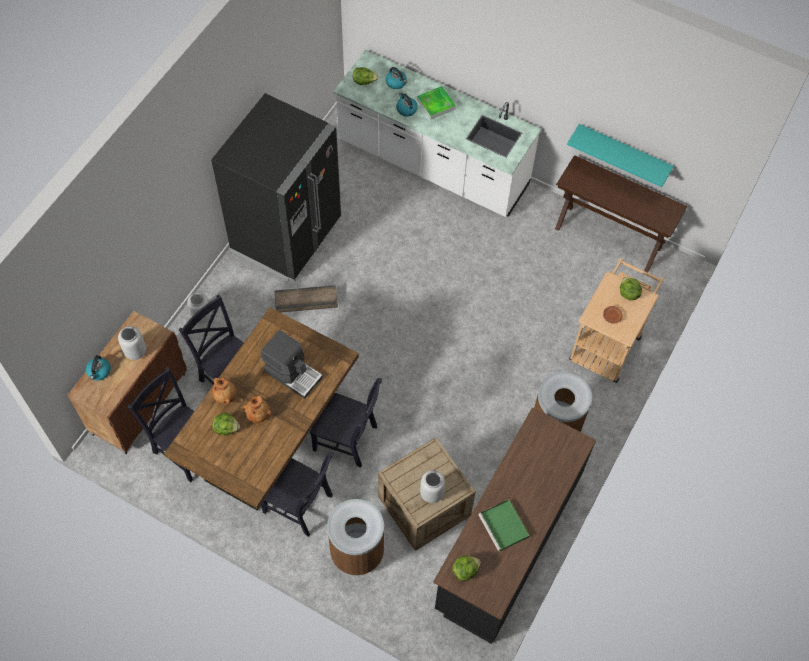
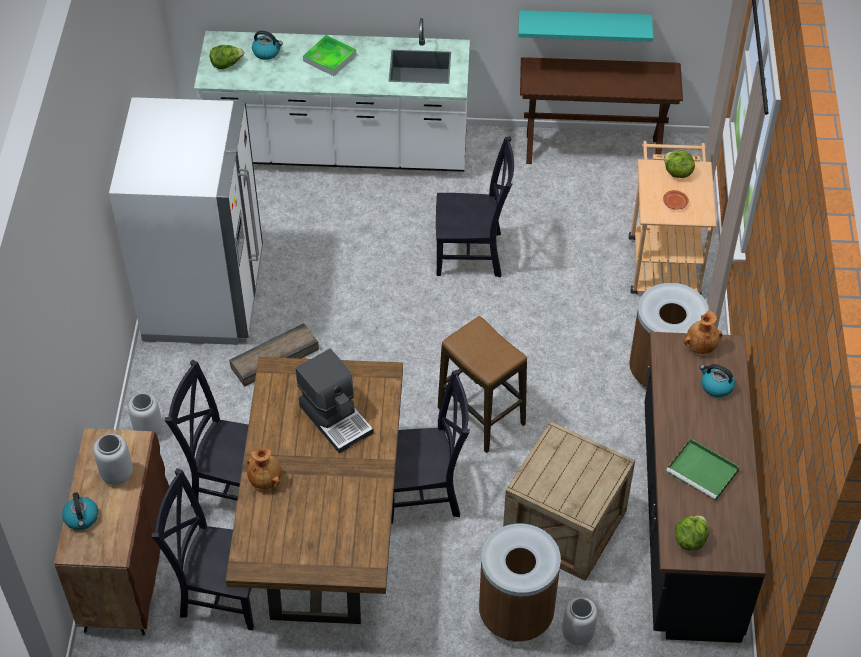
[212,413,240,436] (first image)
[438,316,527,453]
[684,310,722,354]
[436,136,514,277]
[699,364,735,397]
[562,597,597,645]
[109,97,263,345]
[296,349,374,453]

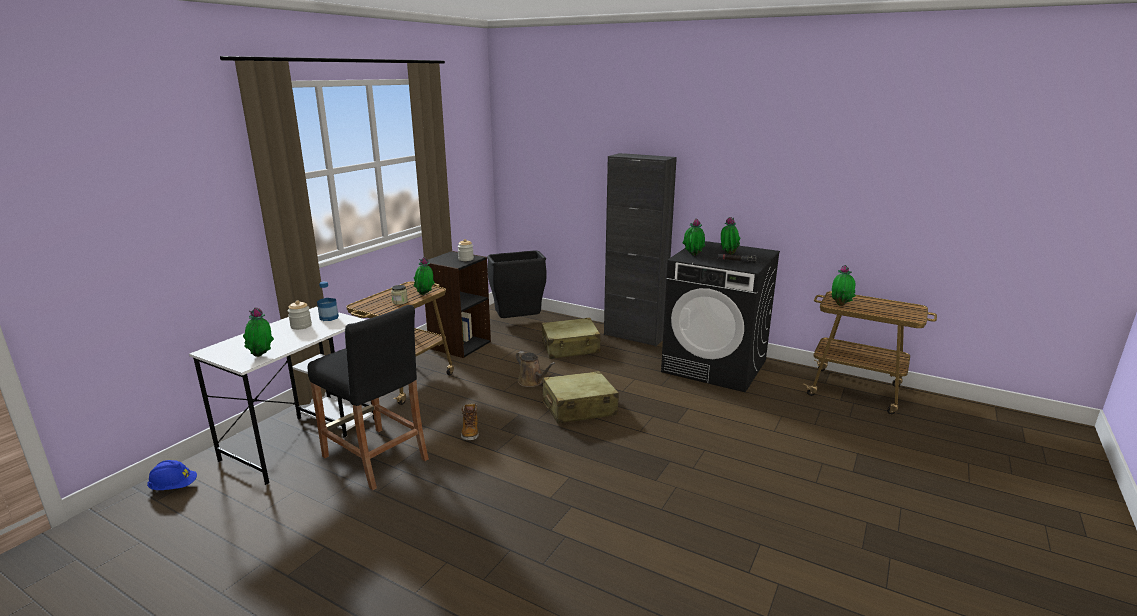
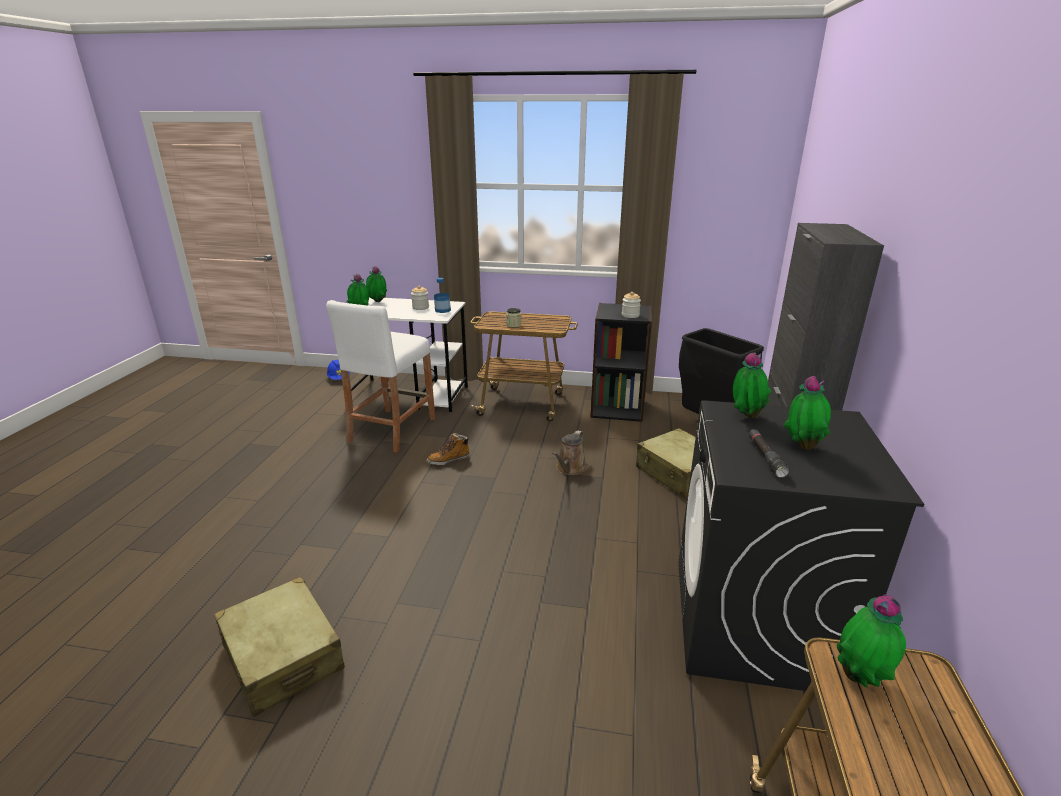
[366,266,387,302]
[214,576,345,717]
[326,300,435,453]

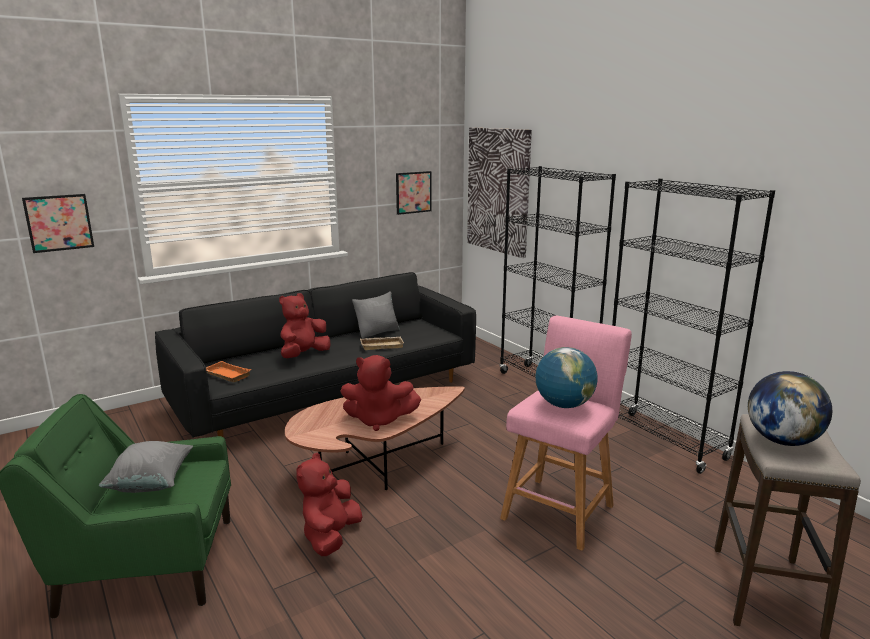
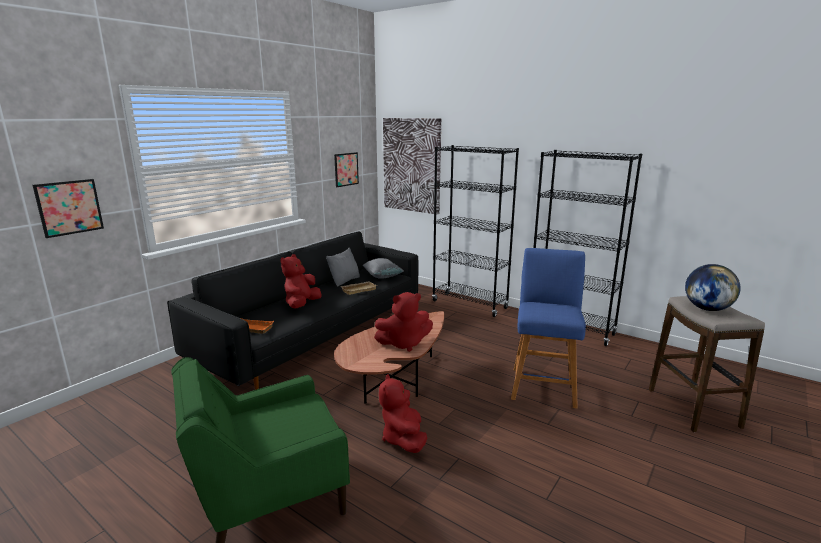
[536,347,598,408] (first image)
[362,258,404,279]
[511,248,586,409]

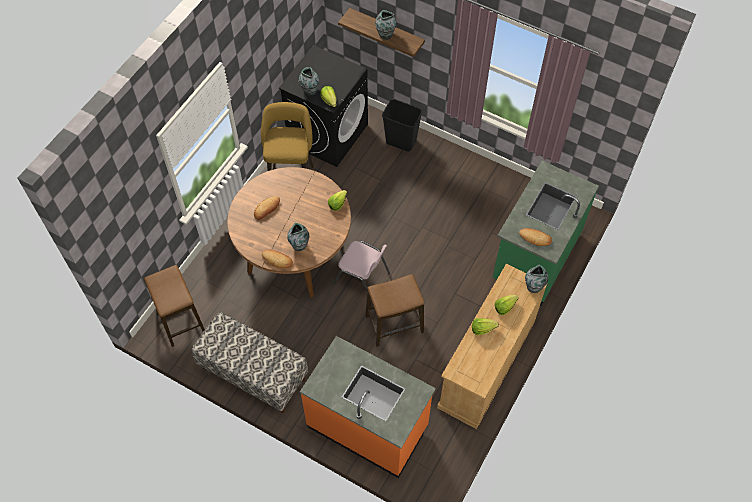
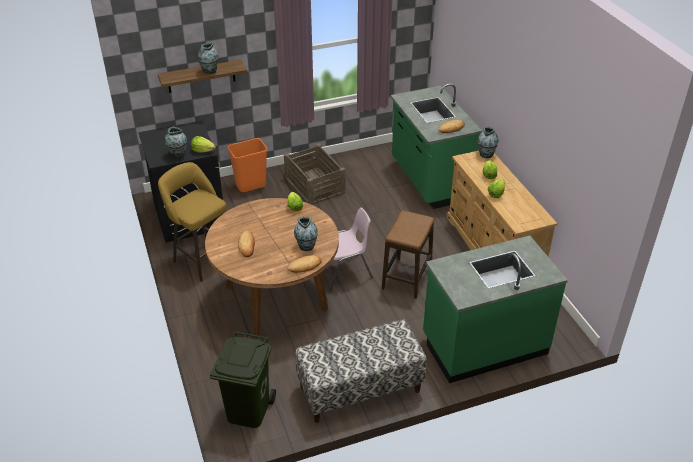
[284,143,346,205]
[210,331,276,428]
[423,235,568,383]
[228,138,267,192]

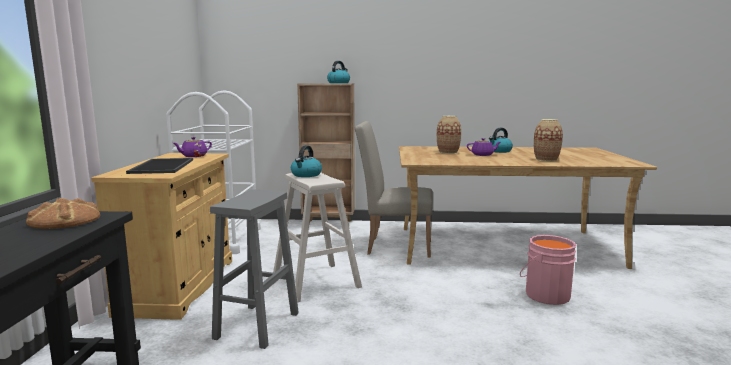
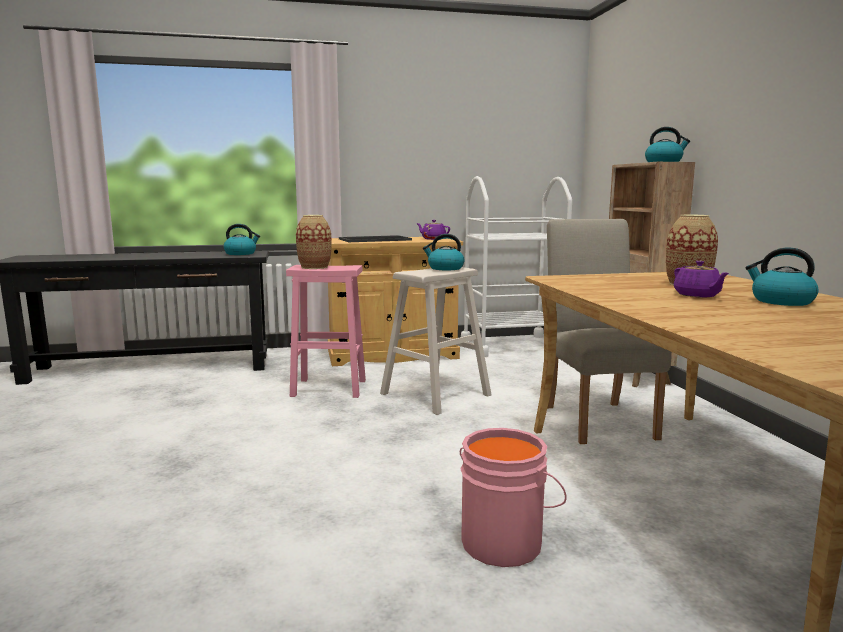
[296,215,332,269]
[223,224,260,255]
[286,265,366,398]

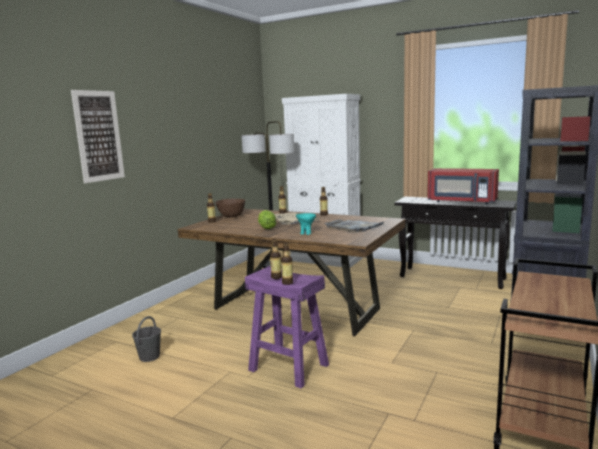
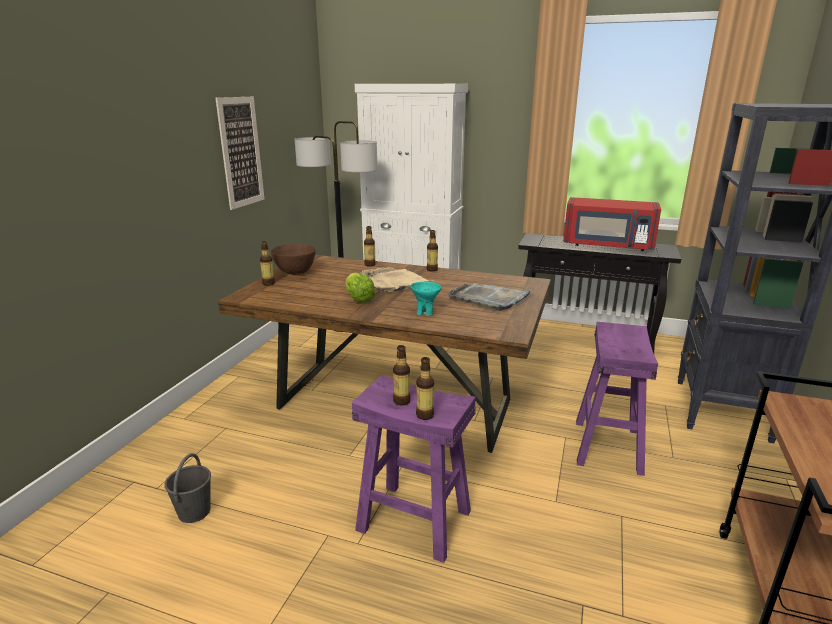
[576,322,658,476]
[215,97,265,210]

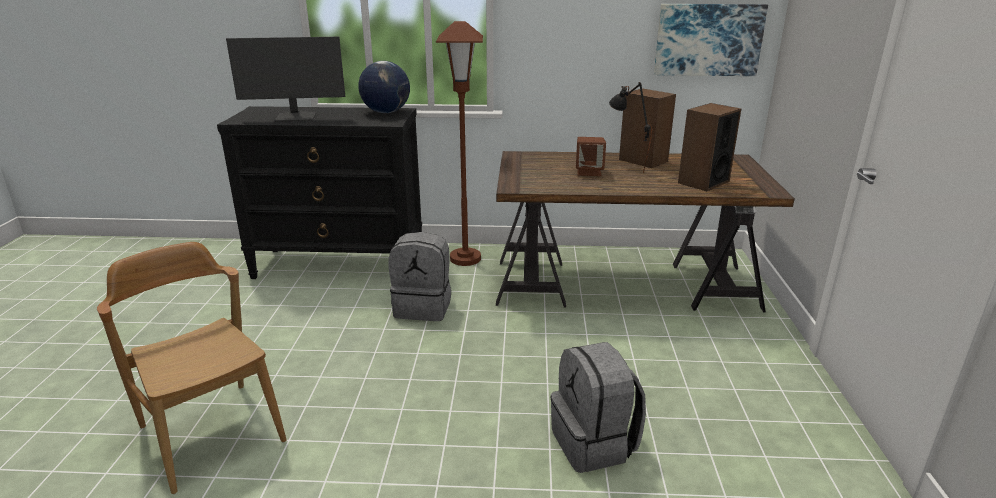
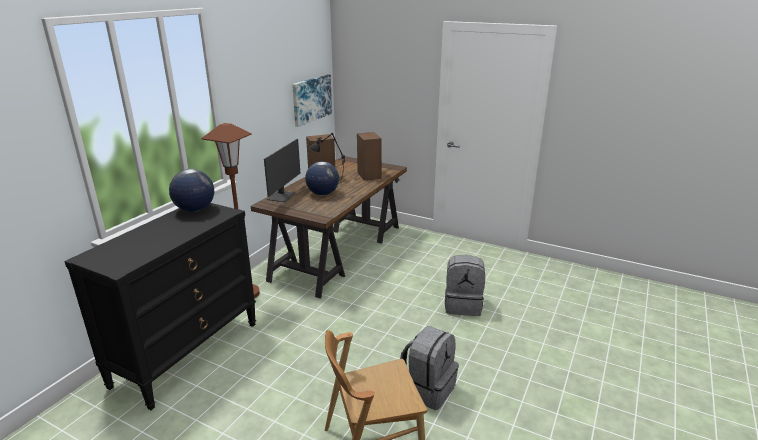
[264,139,300,202]
[400,326,459,410]
[305,161,339,195]

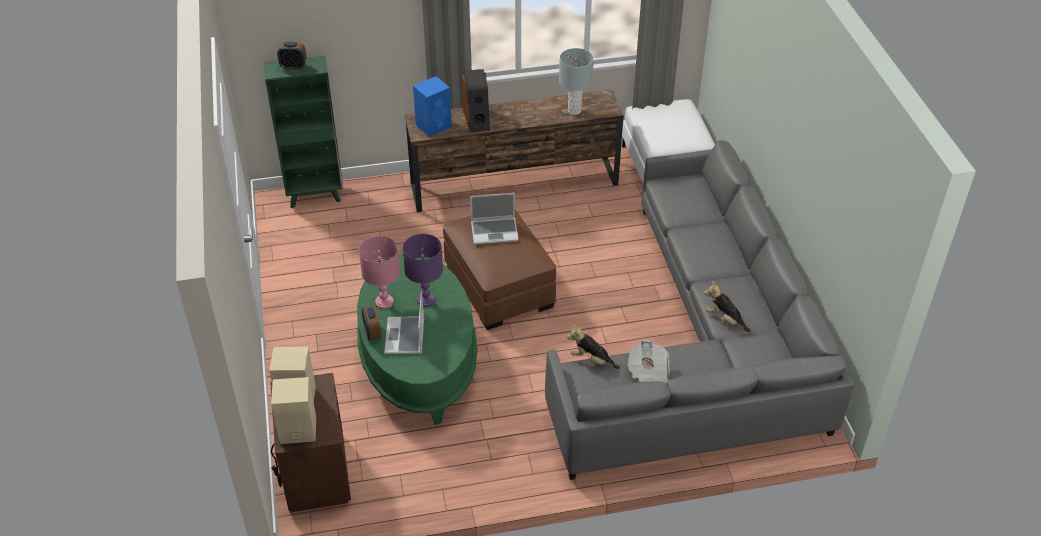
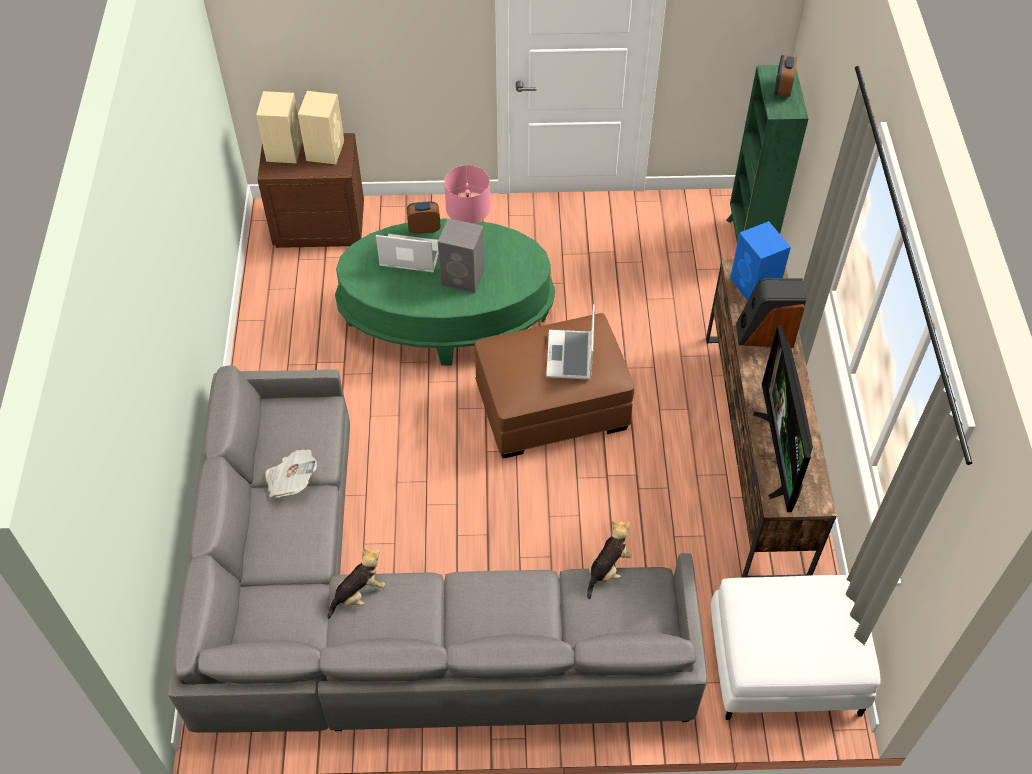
[587,521,632,599]
[438,218,485,293]
[753,325,813,512]

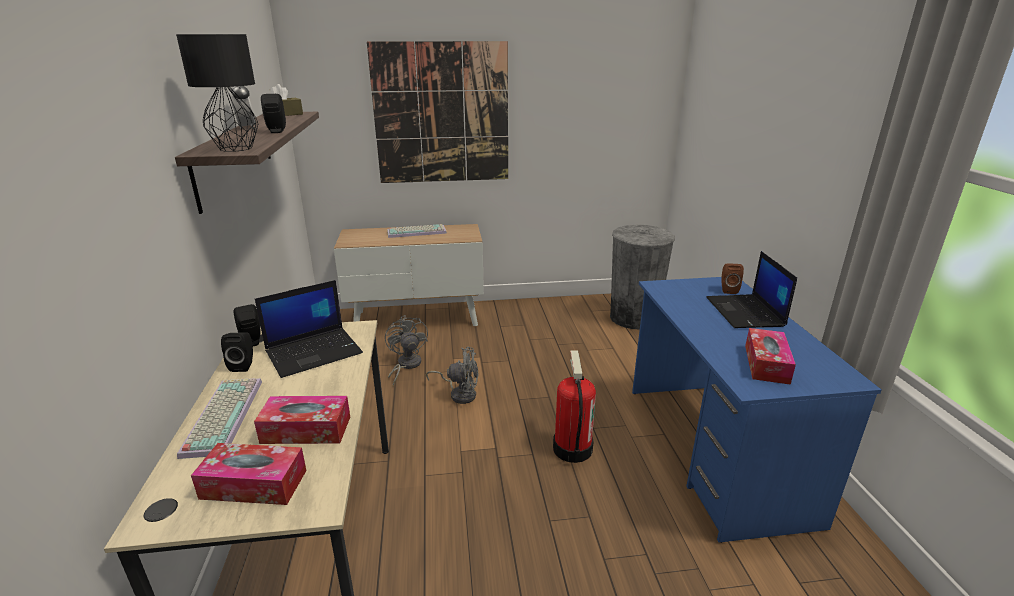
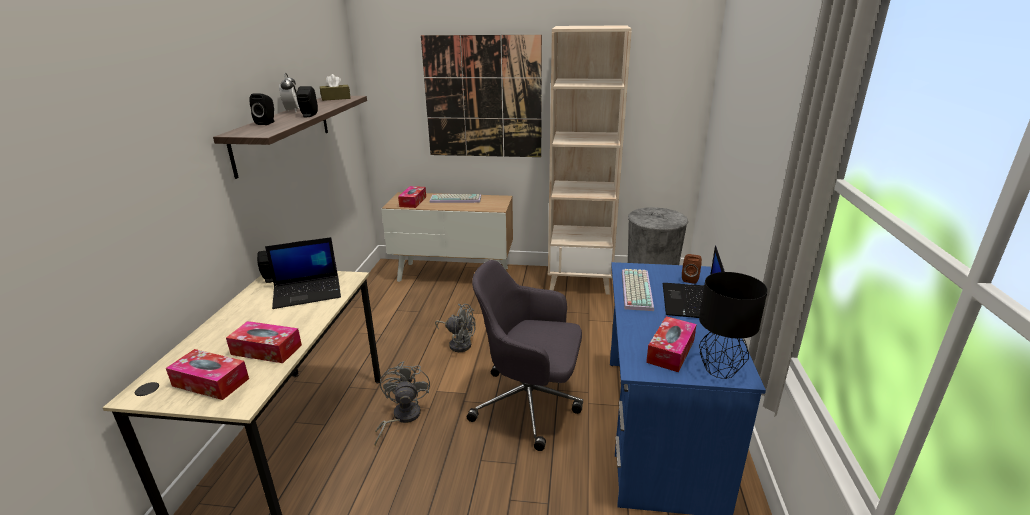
[398,186,426,208]
[548,25,632,295]
[699,272,768,379]
[622,269,654,311]
[249,93,274,125]
[374,361,430,446]
[467,260,583,451]

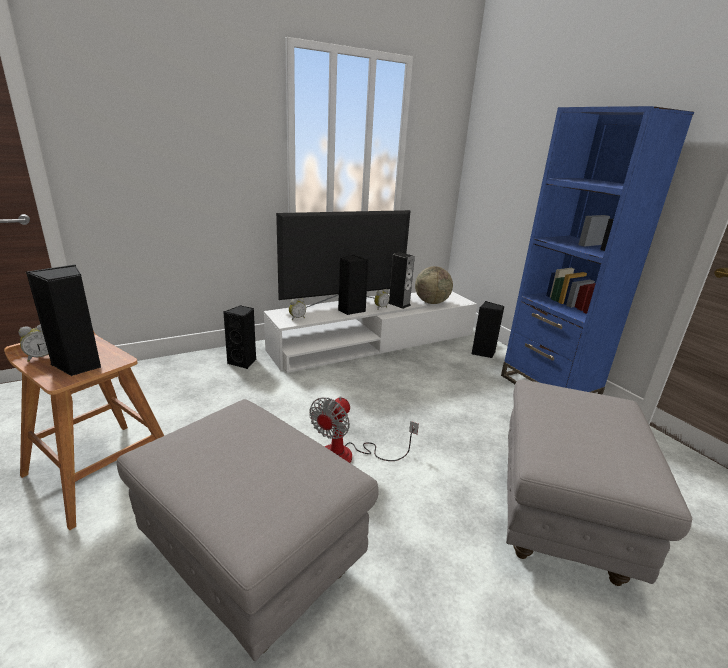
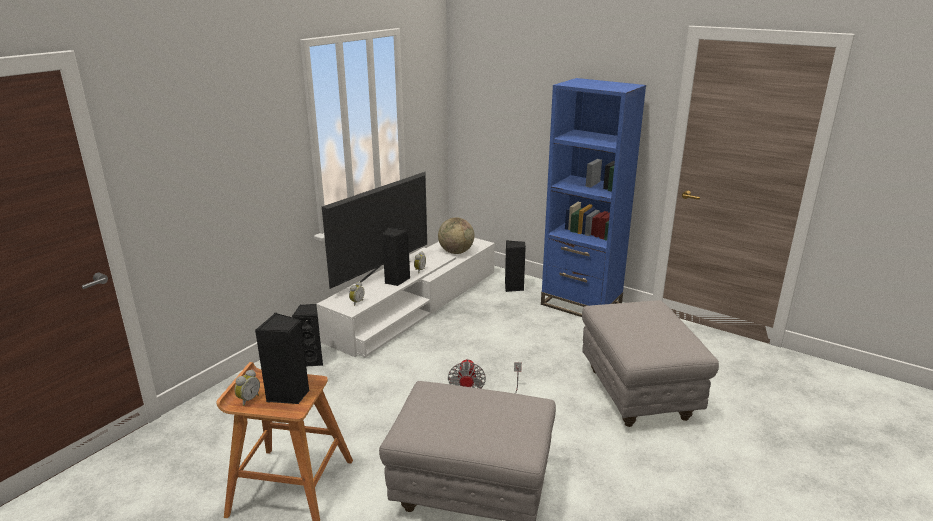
[388,252,415,309] (first image)

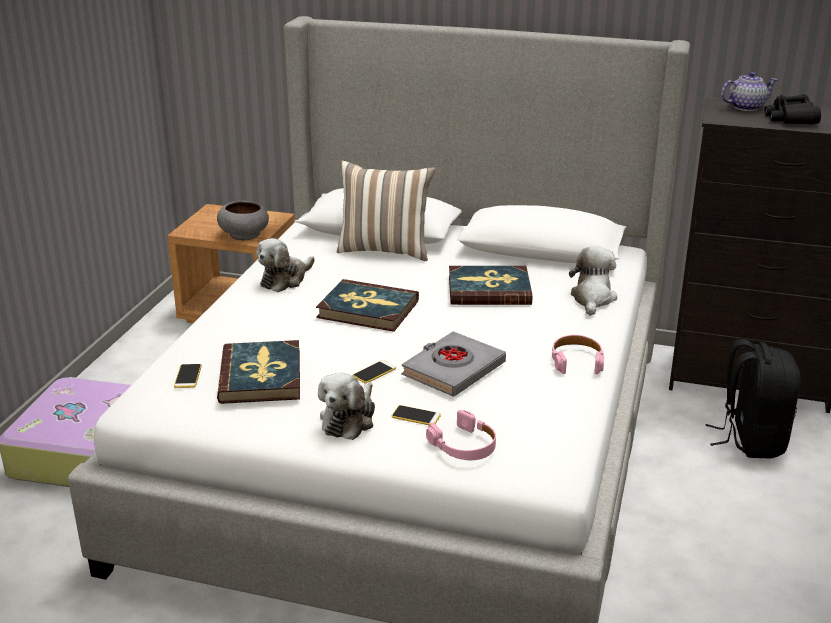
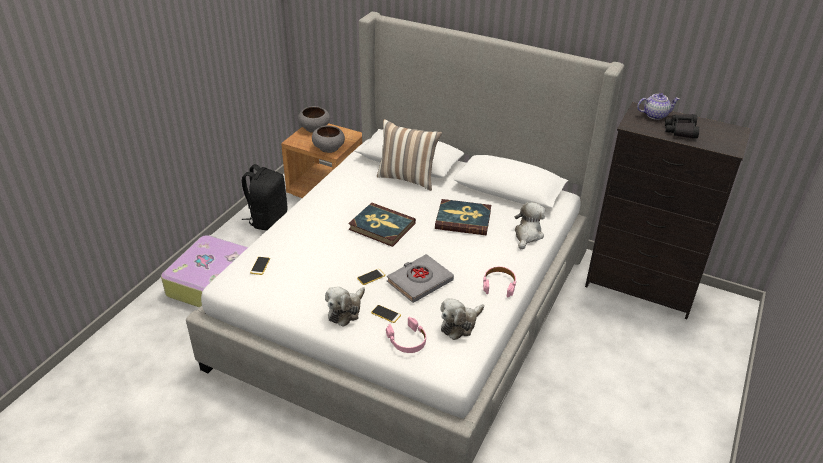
[217,340,300,404] (first image)
[298,106,330,133]
[440,298,484,340]
[242,164,287,231]

